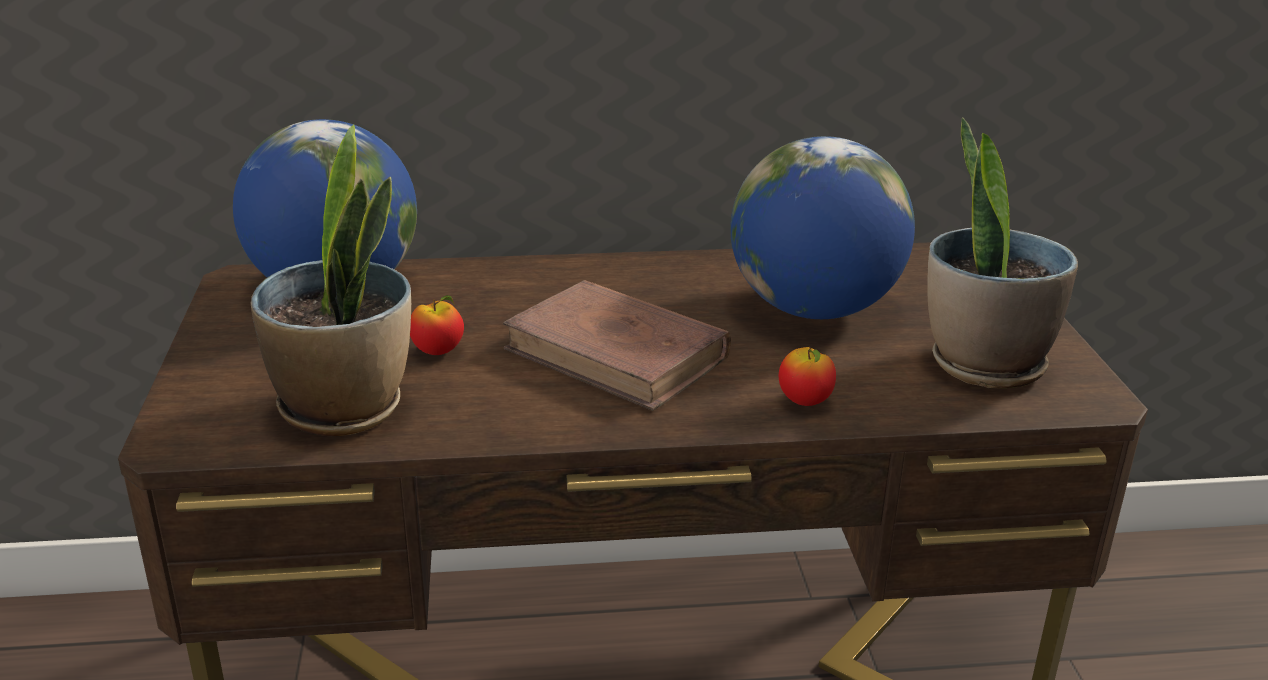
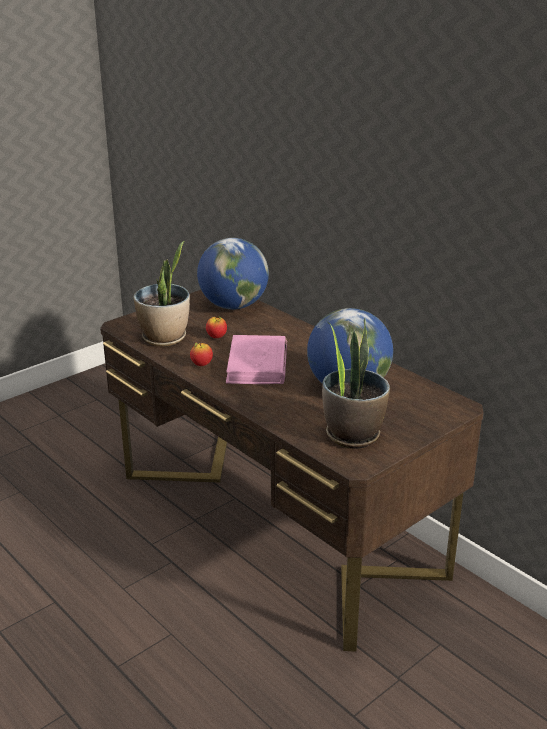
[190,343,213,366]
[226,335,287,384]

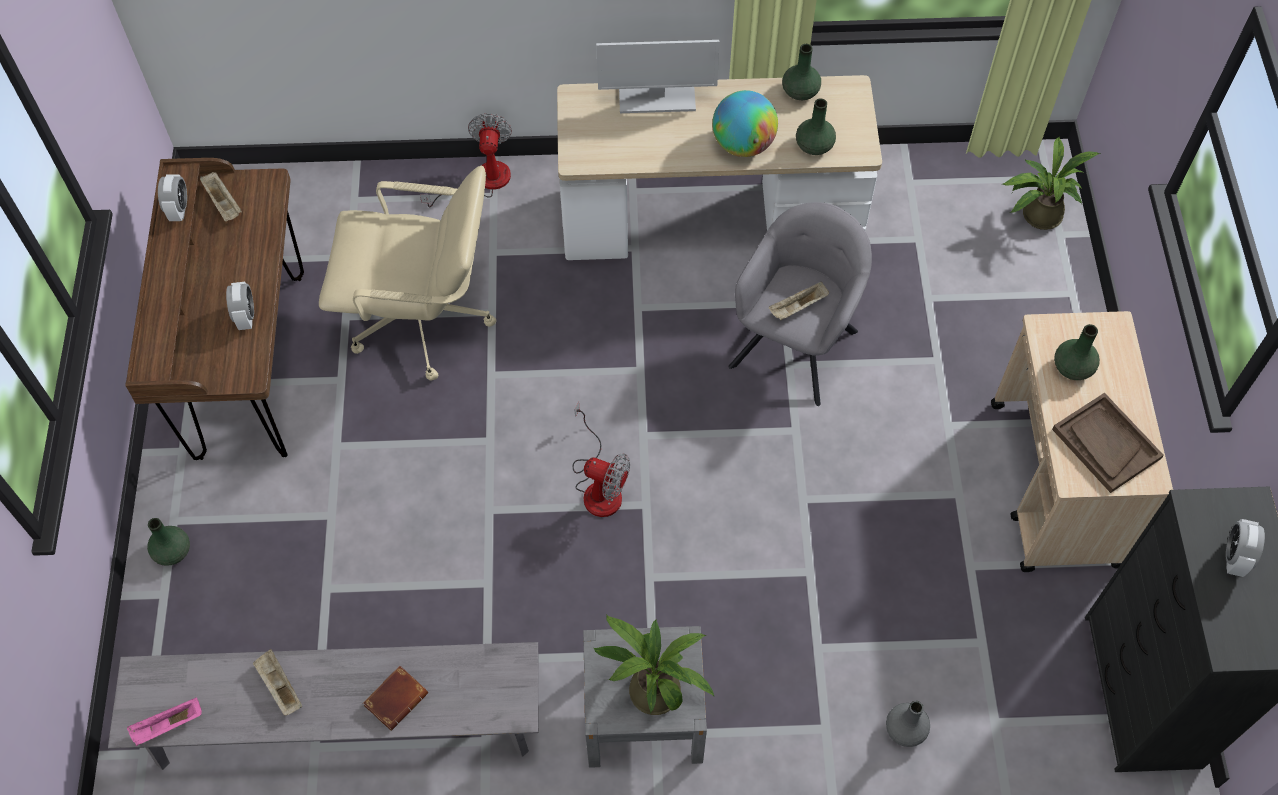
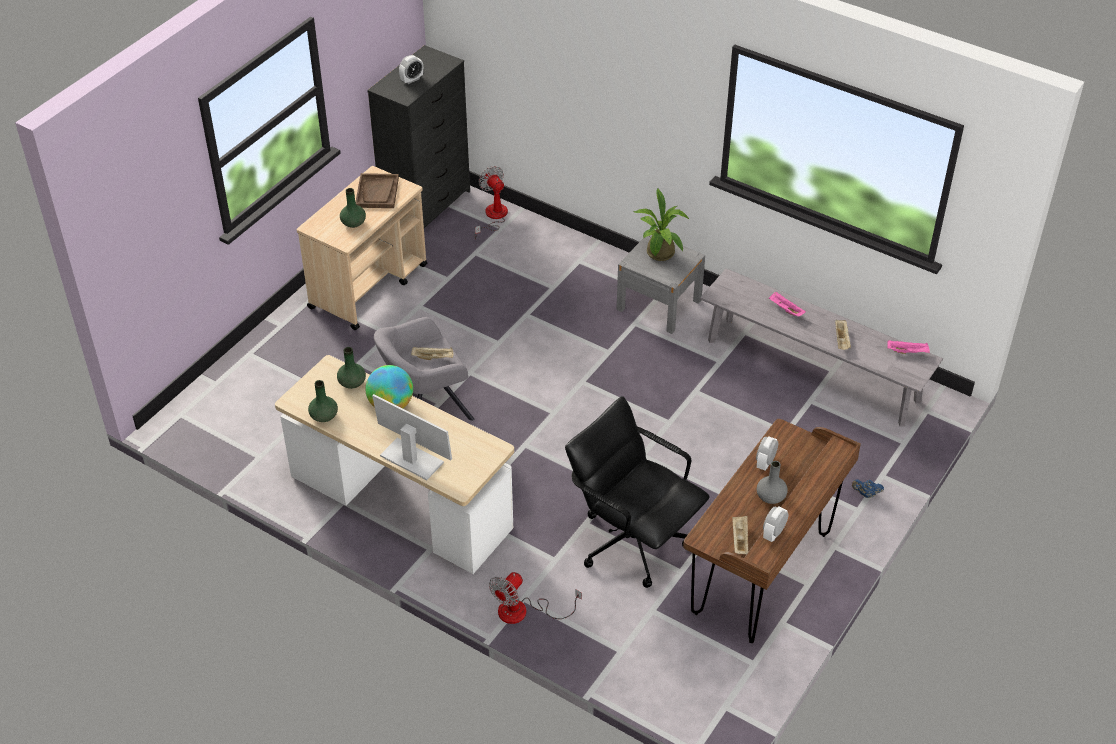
[1002,137,1100,230] (first image)
[474,166,508,239]
[757,461,788,504]
[852,479,884,498]
[768,291,806,317]
[565,396,710,588]

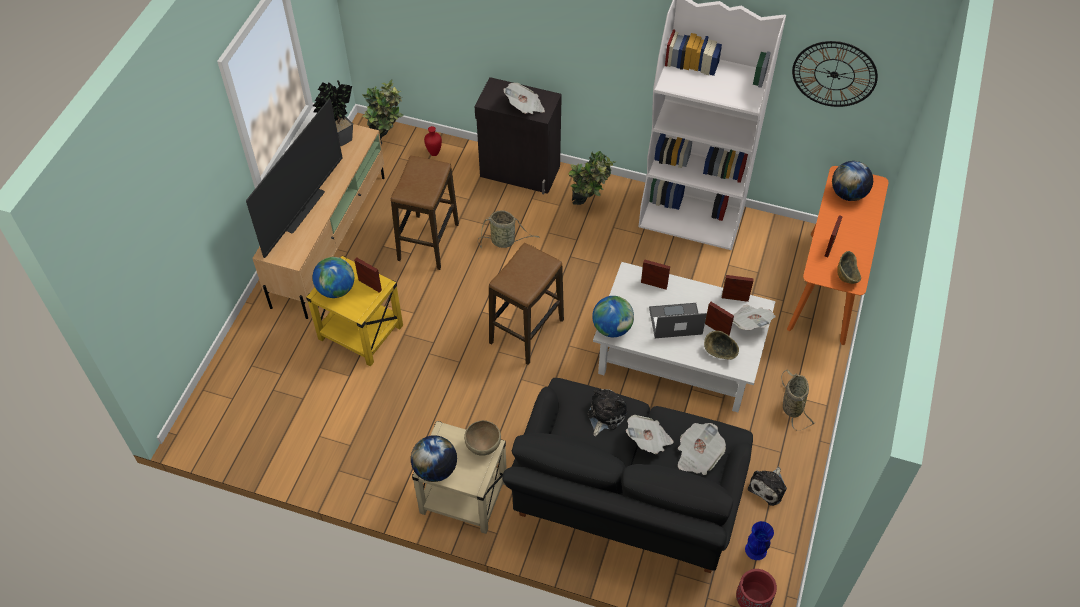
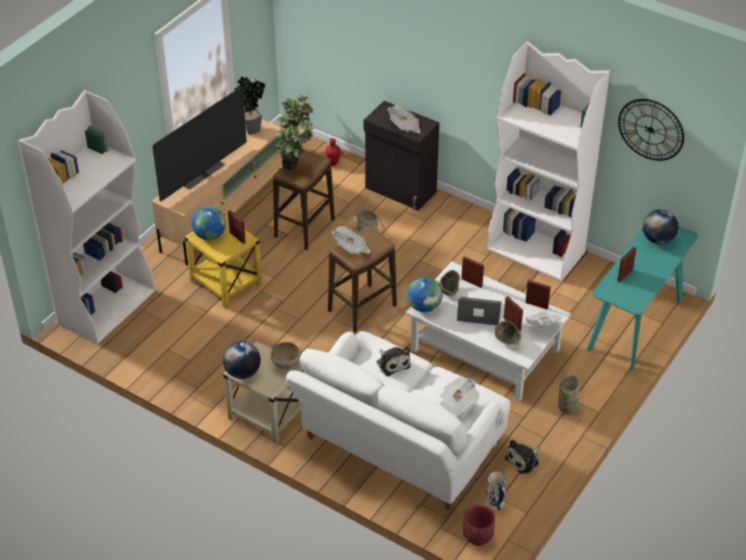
[18,90,155,344]
[276,119,315,170]
[332,226,370,254]
[439,270,460,296]
[286,331,510,510]
[486,472,507,510]
[587,226,698,371]
[377,347,410,376]

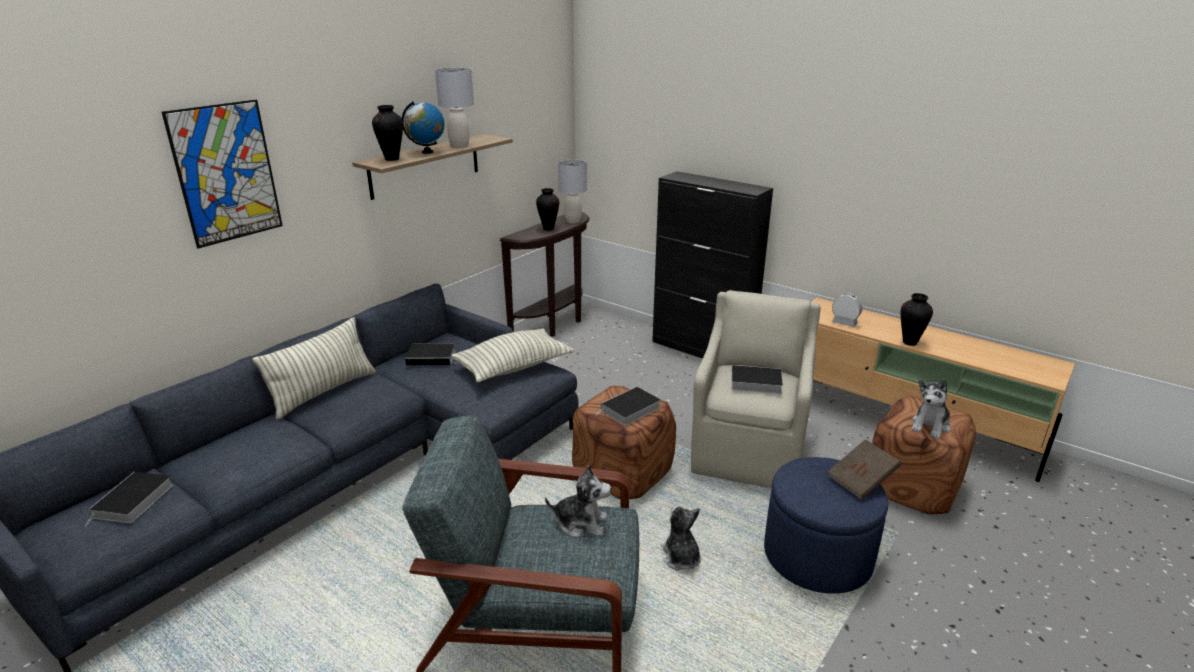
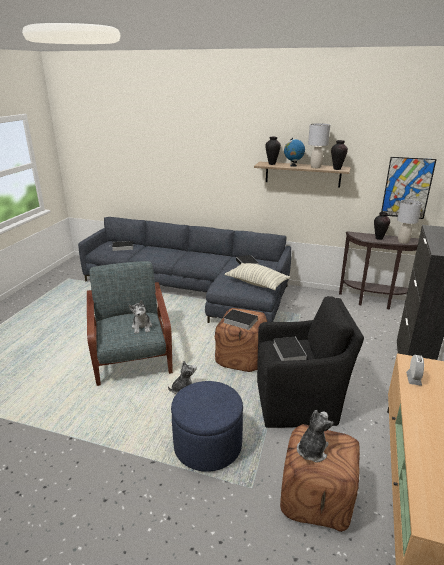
[253,317,375,420] (first image)
[828,439,901,500] (first image)
[381,157,437,219]
[331,140,348,170]
[257,296,364,428]
[297,410,334,462]

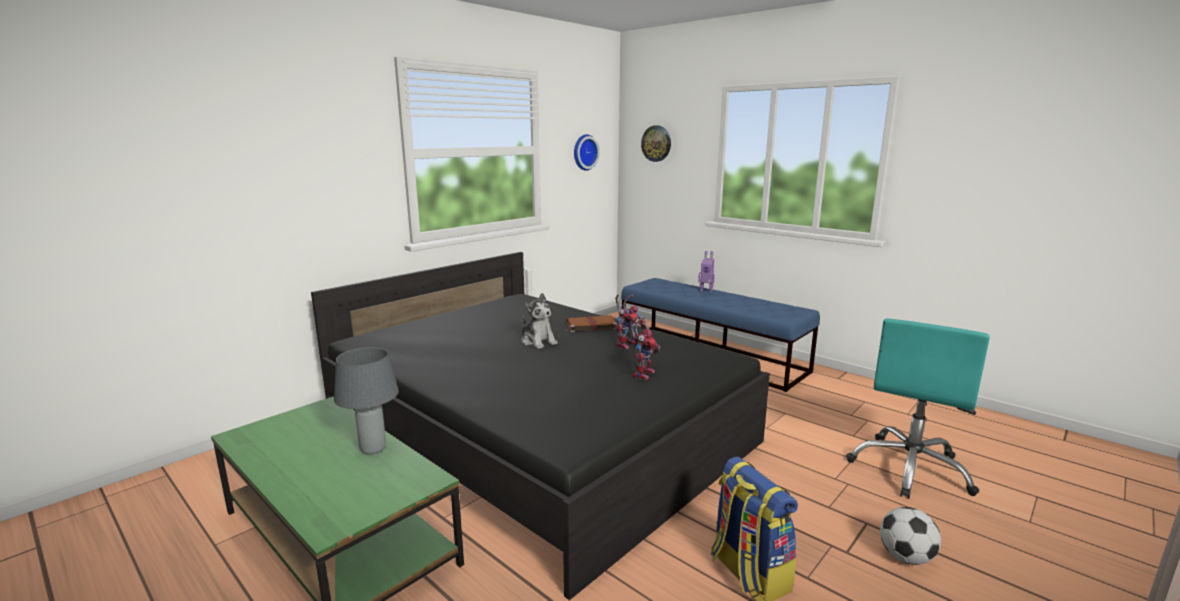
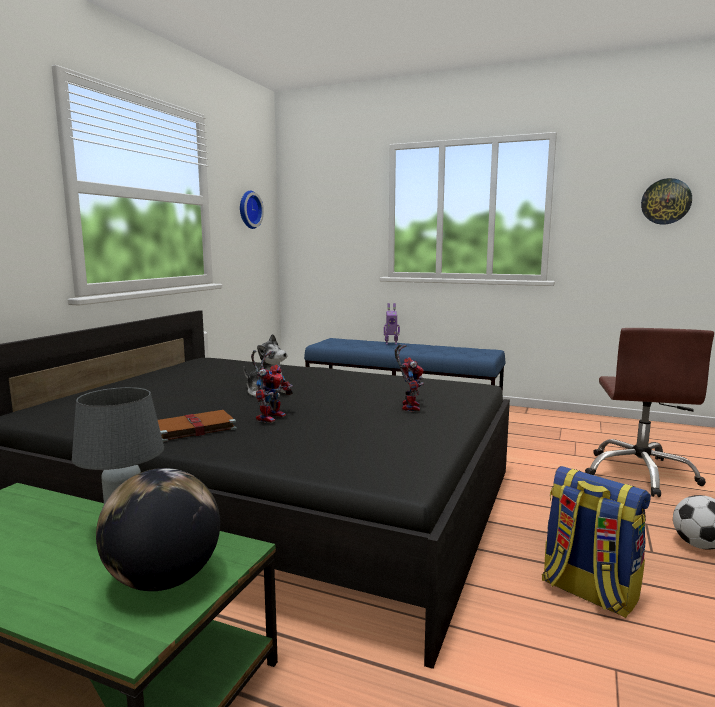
[96,468,220,591]
[158,410,236,442]
[251,350,293,423]
[641,178,692,225]
[585,328,714,497]

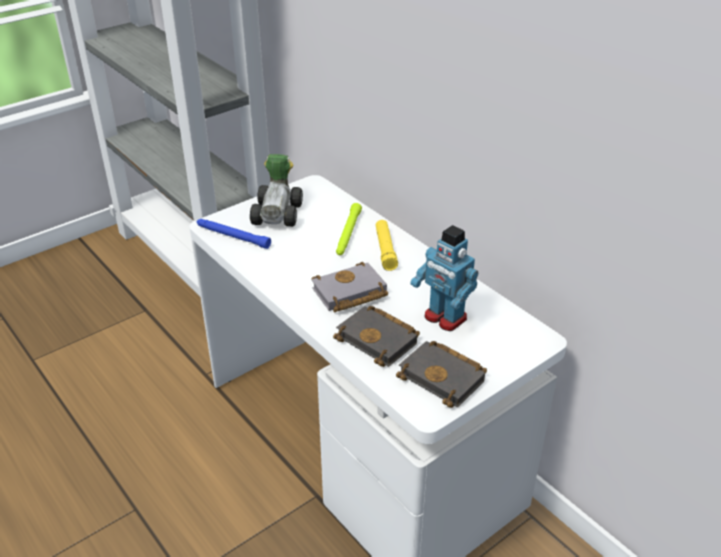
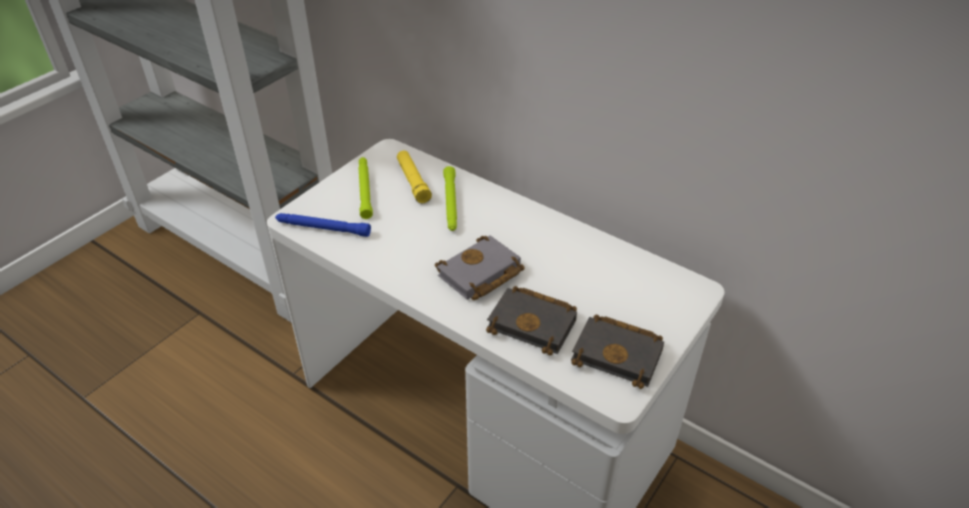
[410,225,478,331] (first image)
[397,151,432,203]
[359,157,373,219]

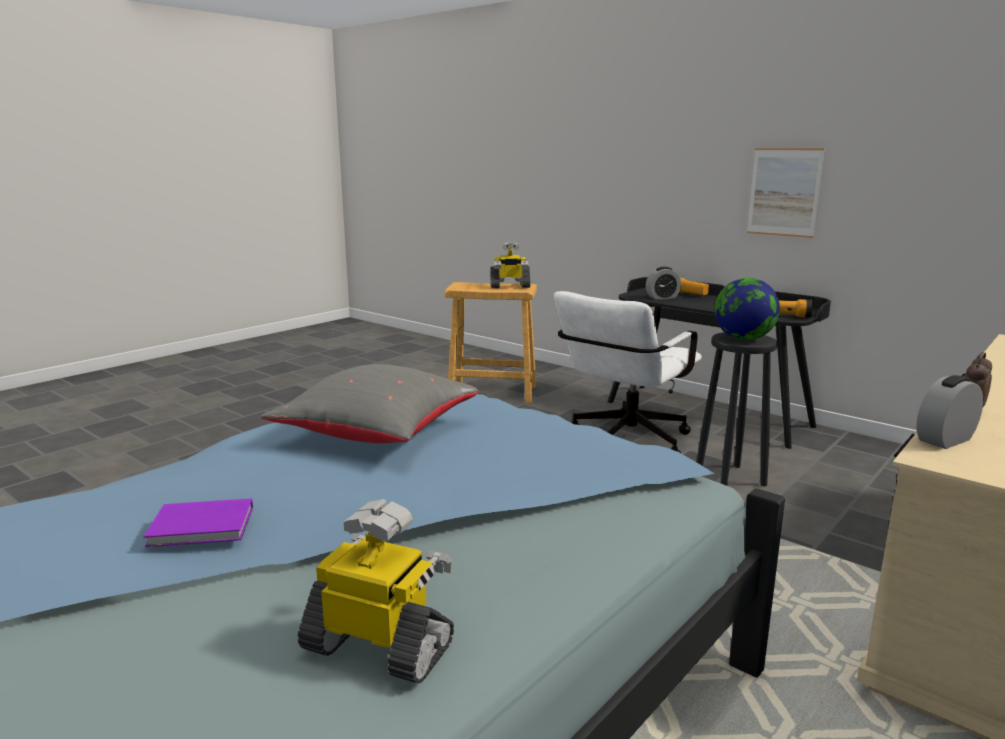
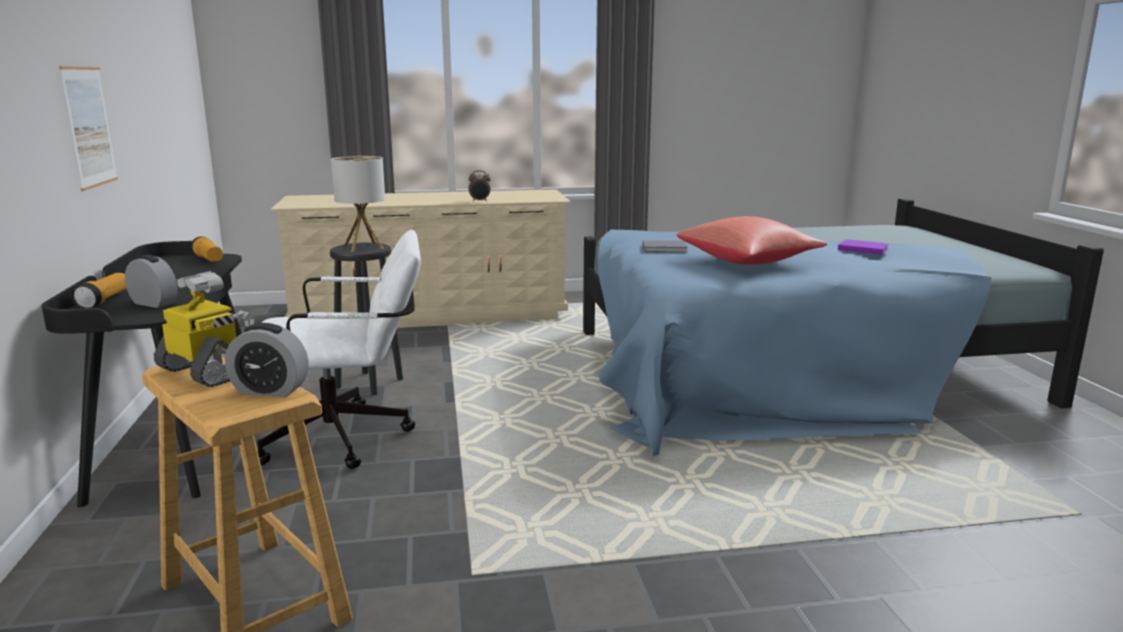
[298,499,454,684] (first image)
[642,240,688,253]
[225,323,309,397]
[331,156,385,252]
[677,216,827,265]

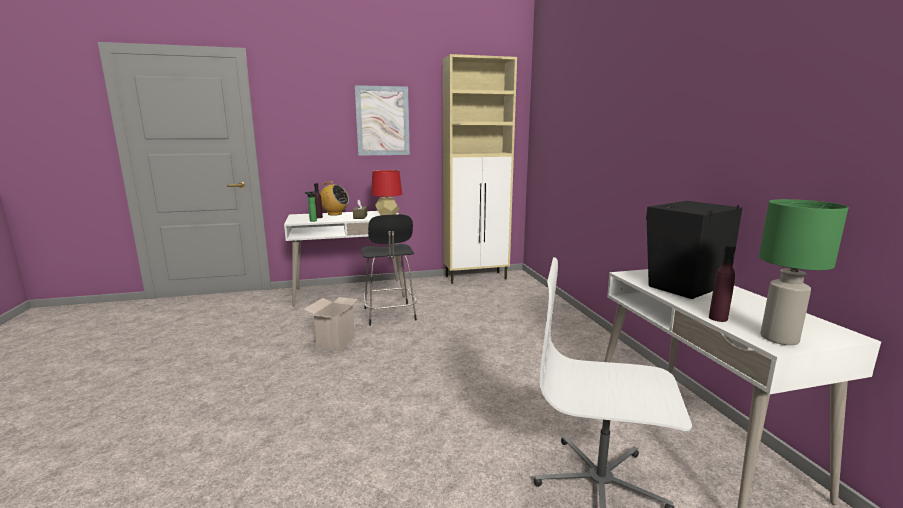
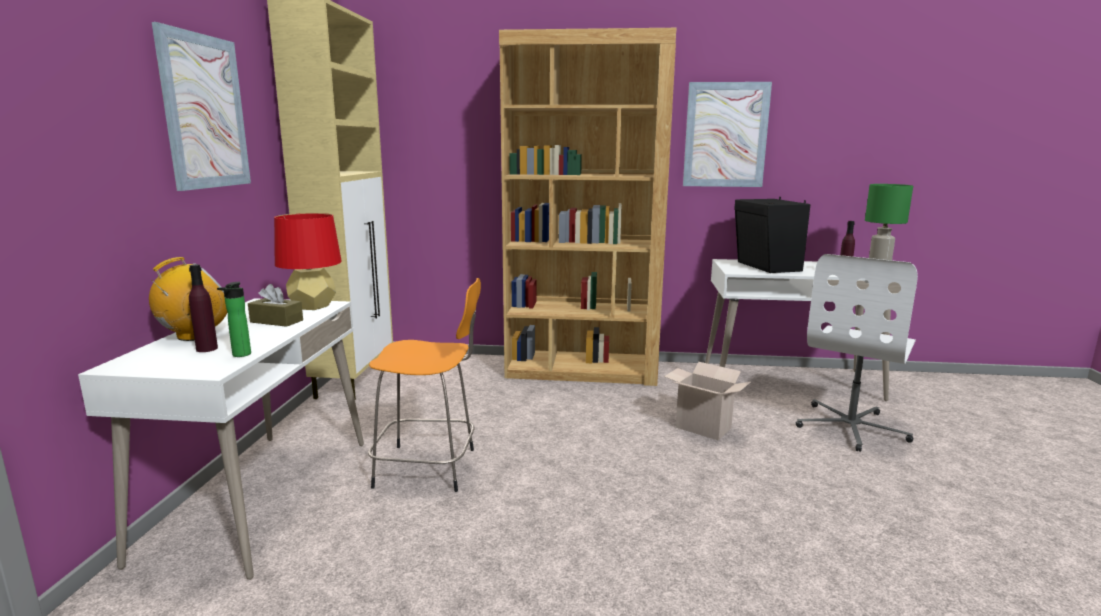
[499,28,676,386]
[683,82,772,187]
[664,362,751,440]
[368,278,481,492]

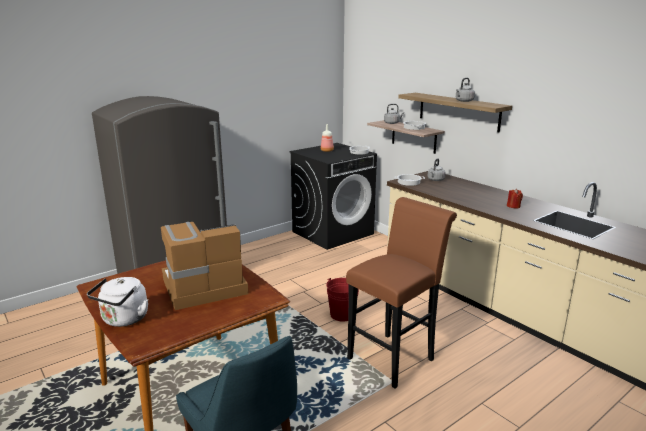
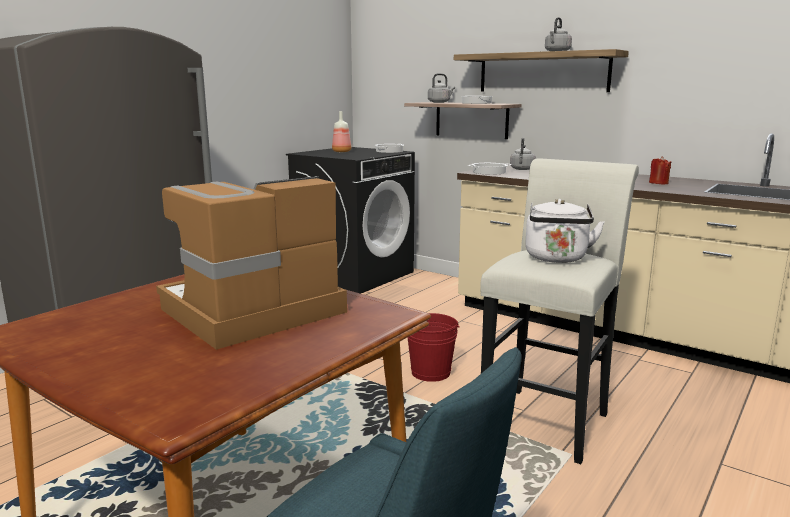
[525,199,605,263]
[480,158,639,464]

